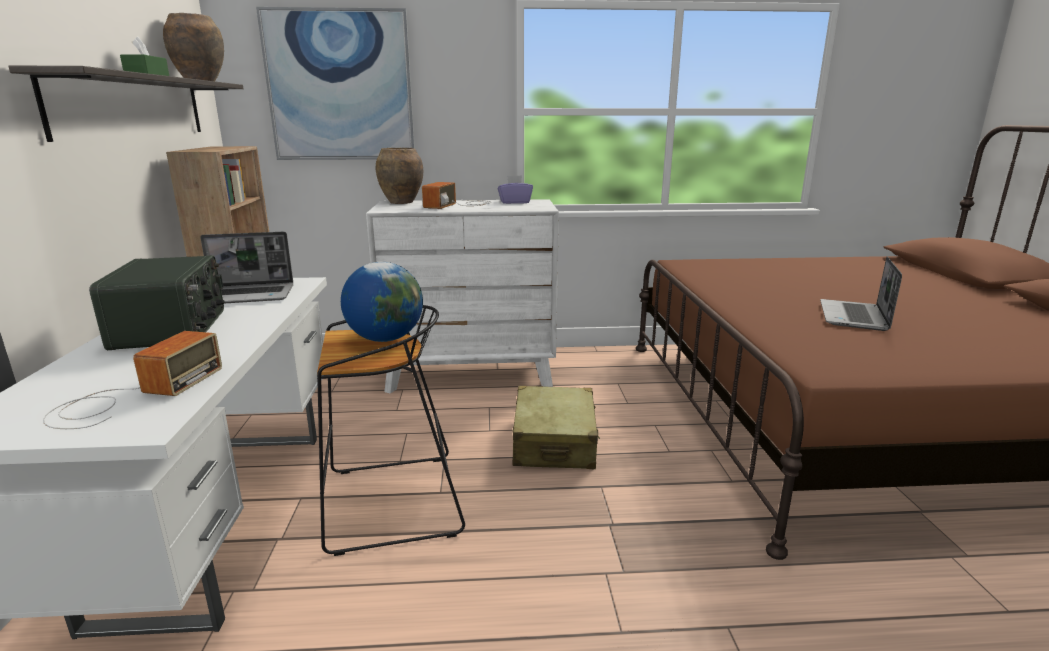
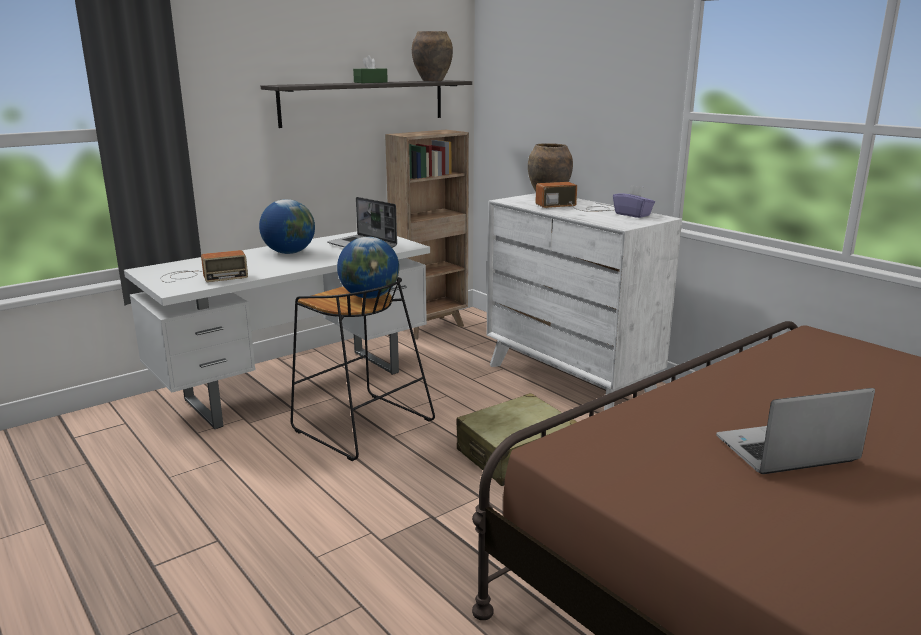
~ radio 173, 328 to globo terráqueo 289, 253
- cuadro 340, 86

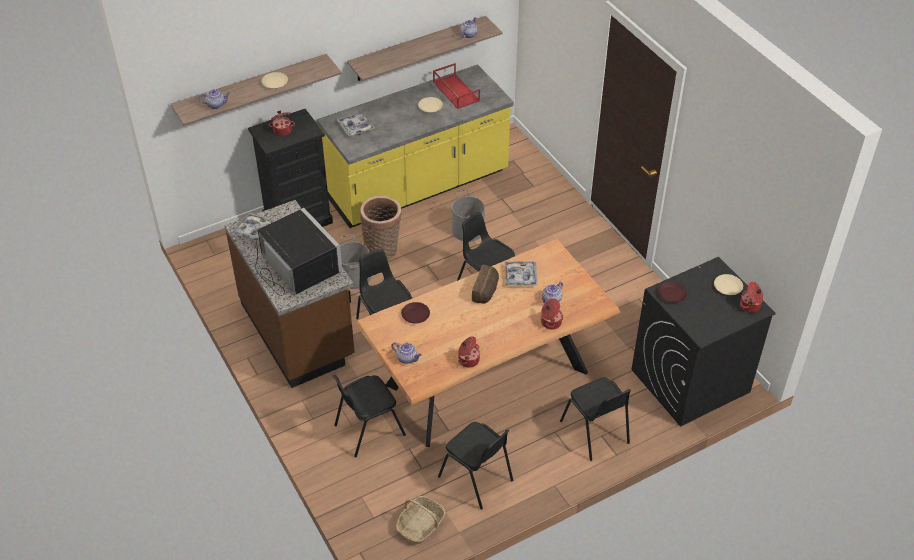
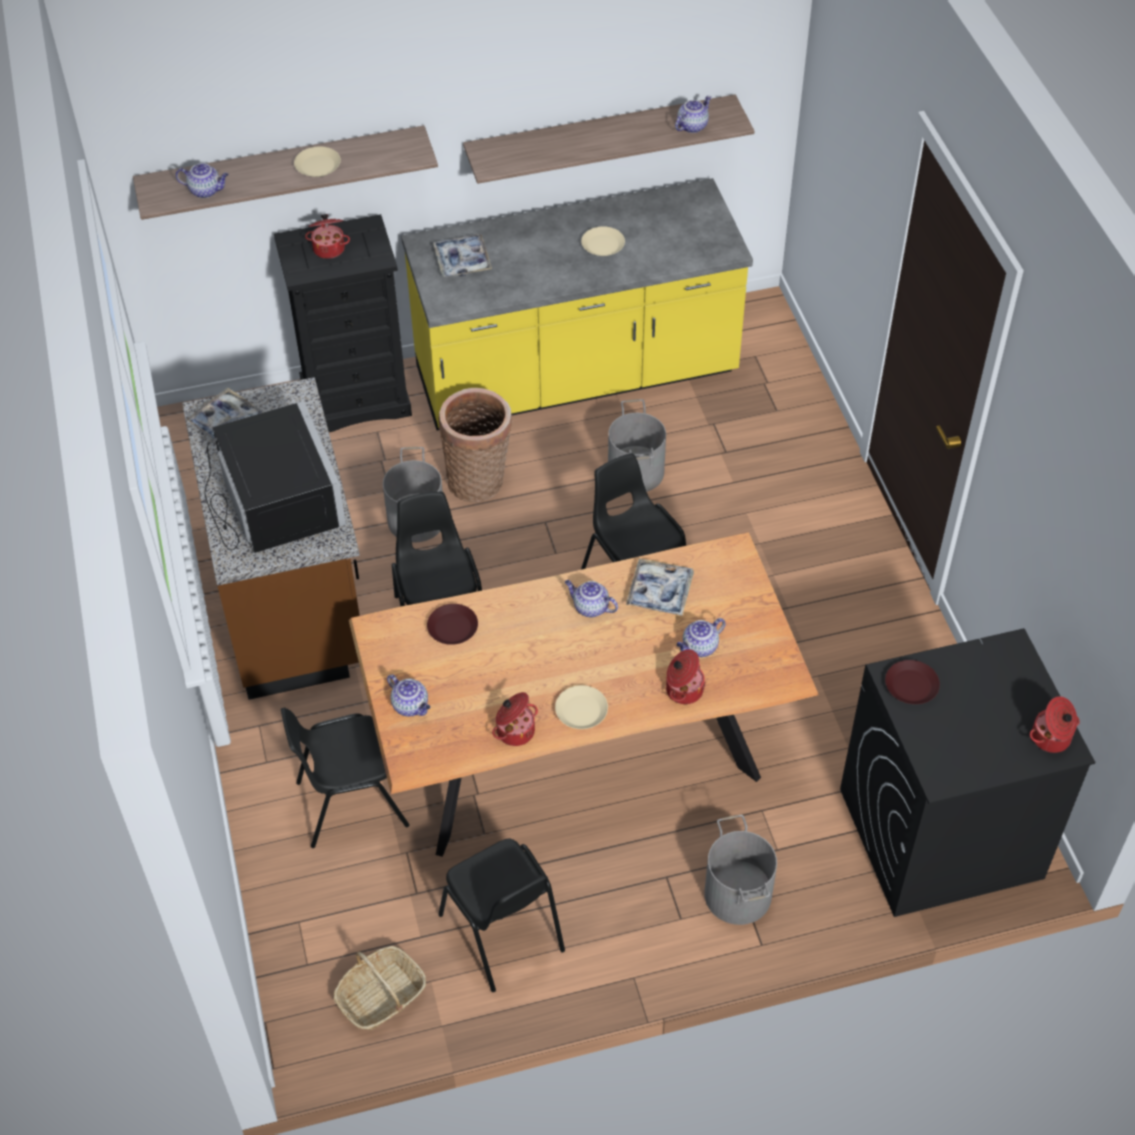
~ plato [beis] 727, 287 to 581, 711
~ pan 486, 291 to tetera 590, 607
~ silla [negro] 595, 432 to cubo [gris] 736, 894
- bandeja [rojo] 455, 91

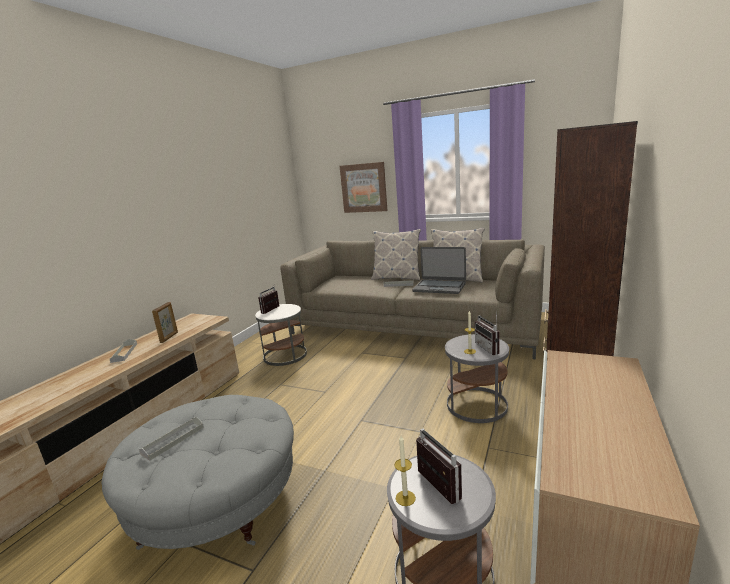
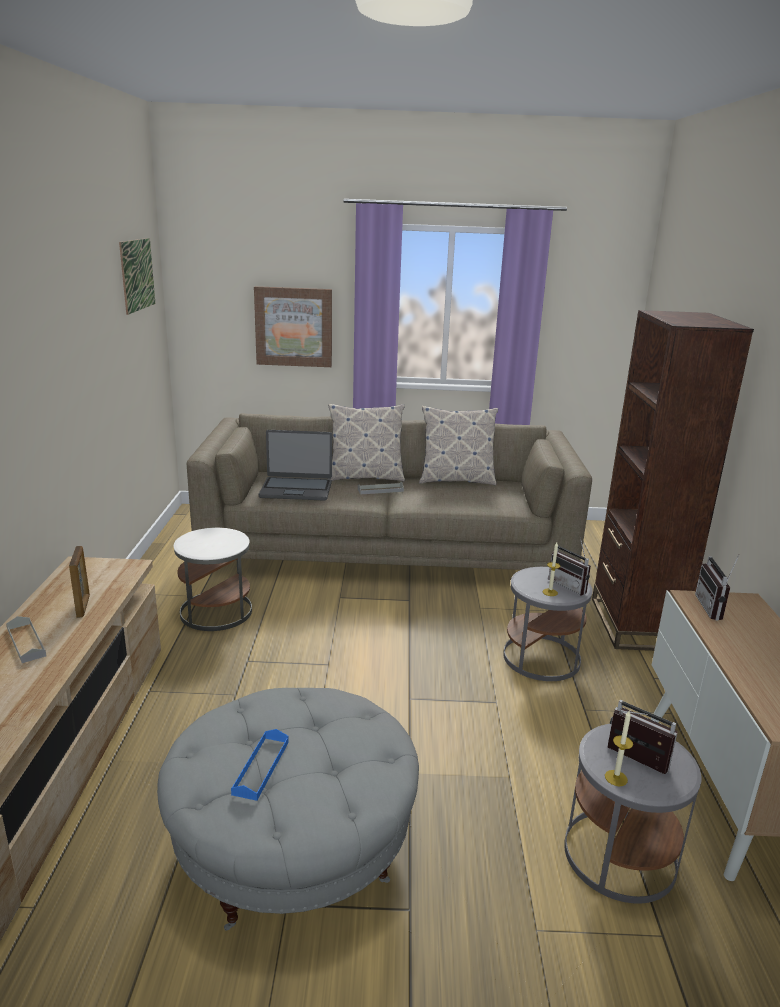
+ cuadro 137, 275
~ bandeja [gris] 173, 440 to bandeja [azul] 261, 767
~ portátil 439, 287 to 296, 489
~ radio 272, 310 to 714, 609

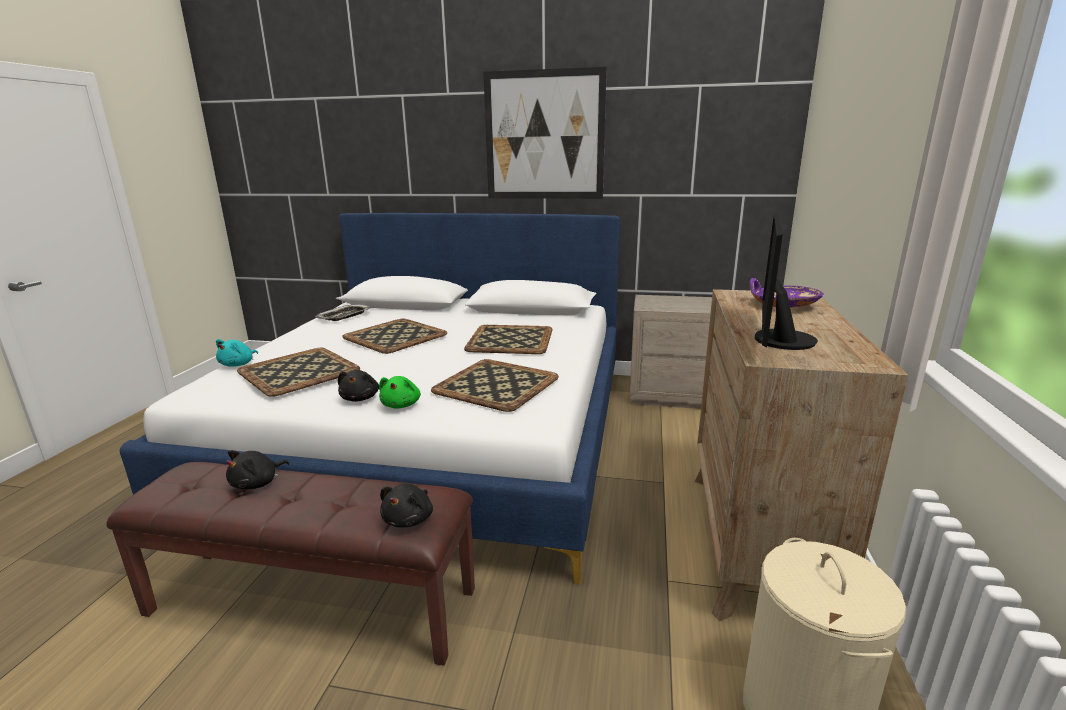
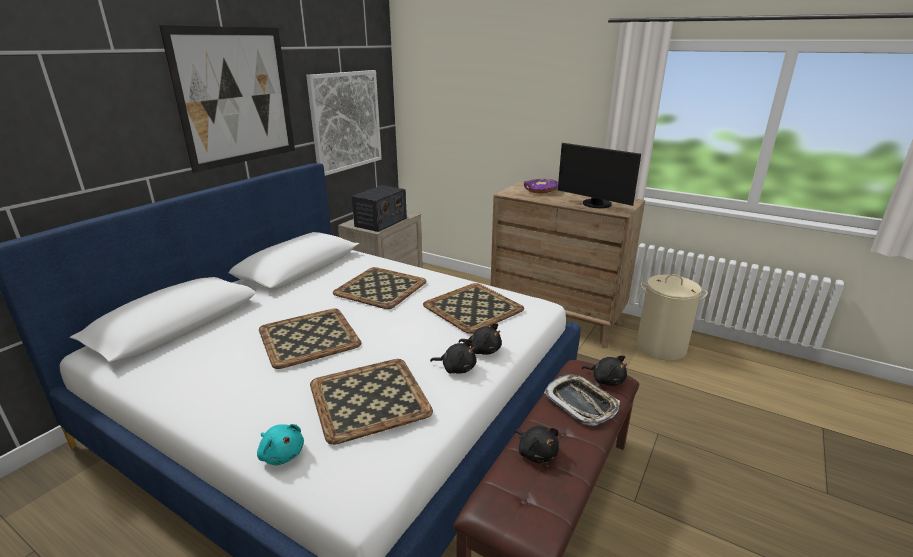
+ cuadro 346, 121
+ radio 380, 222
~ peluche [verde] 401, 405 to peluche [negro] 483, 350
~ bandeja 344, 316 to 581, 403

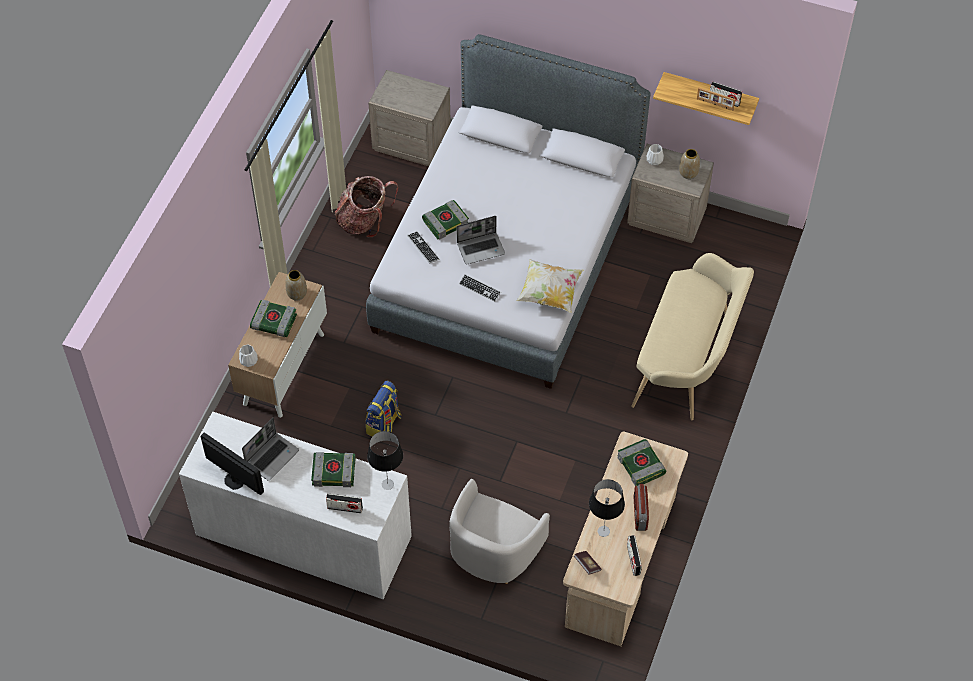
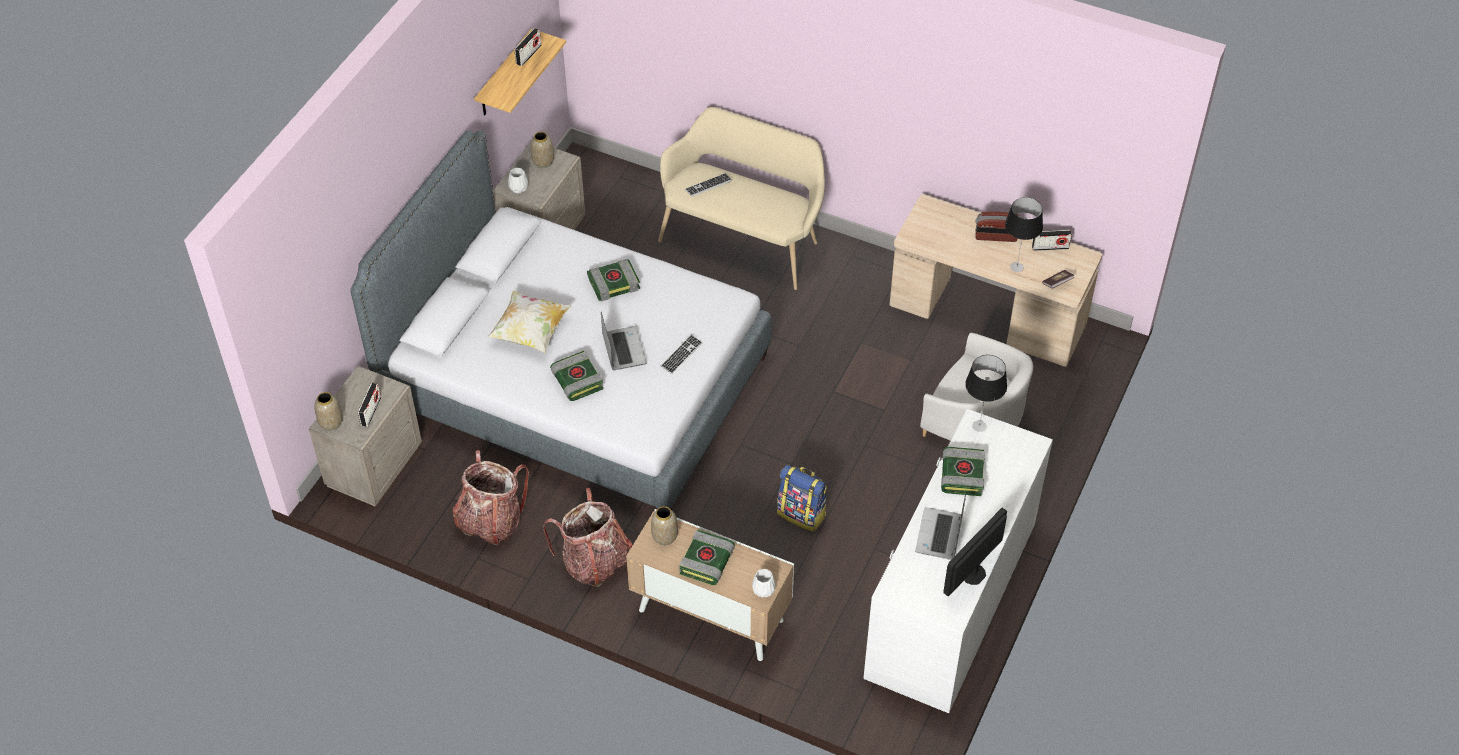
+ florero 331, 422
~ radio 345, 508 to 371, 411
~ cojín 549, 293 to 530, 332
+ mochila 595, 562
~ libro 641, 466 to 614, 283
~ teclado 423, 248 to 708, 185
~ portátil 272, 456 = 940, 535 120 degrees counterclockwise
- portarretratos 715, 104

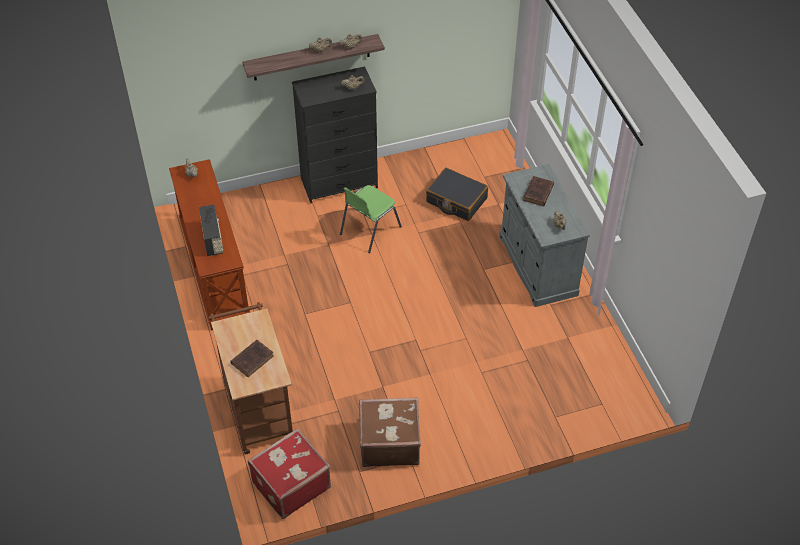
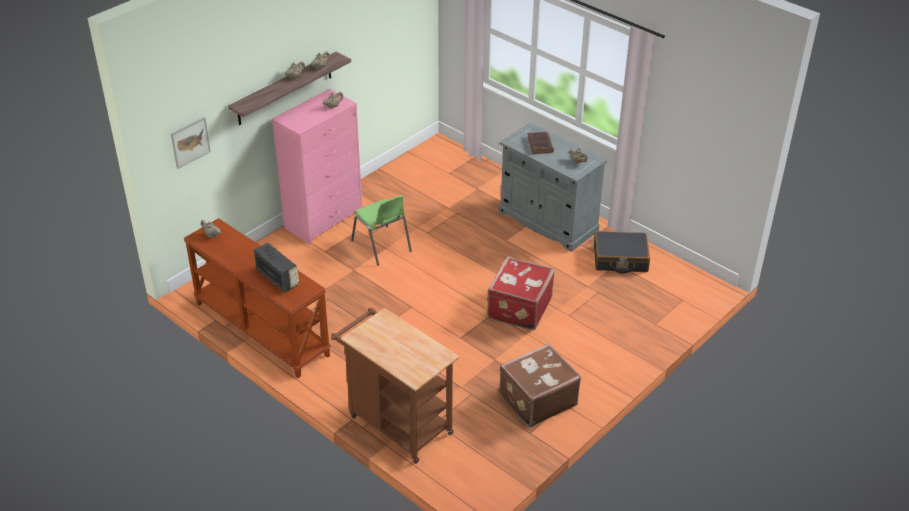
+ cuadro 190, 142
~ cómoda [negro] 340, 182 to cómoda [rosa] 324, 219
~ silla [verde] 369, 230 = 382, 246 45 degrees counterclockwise
~ maleta [rojo] 290, 484 to 518, 308
~ maleta [negro] 456, 200 to 620, 259
- libro [marrón] 253, 359

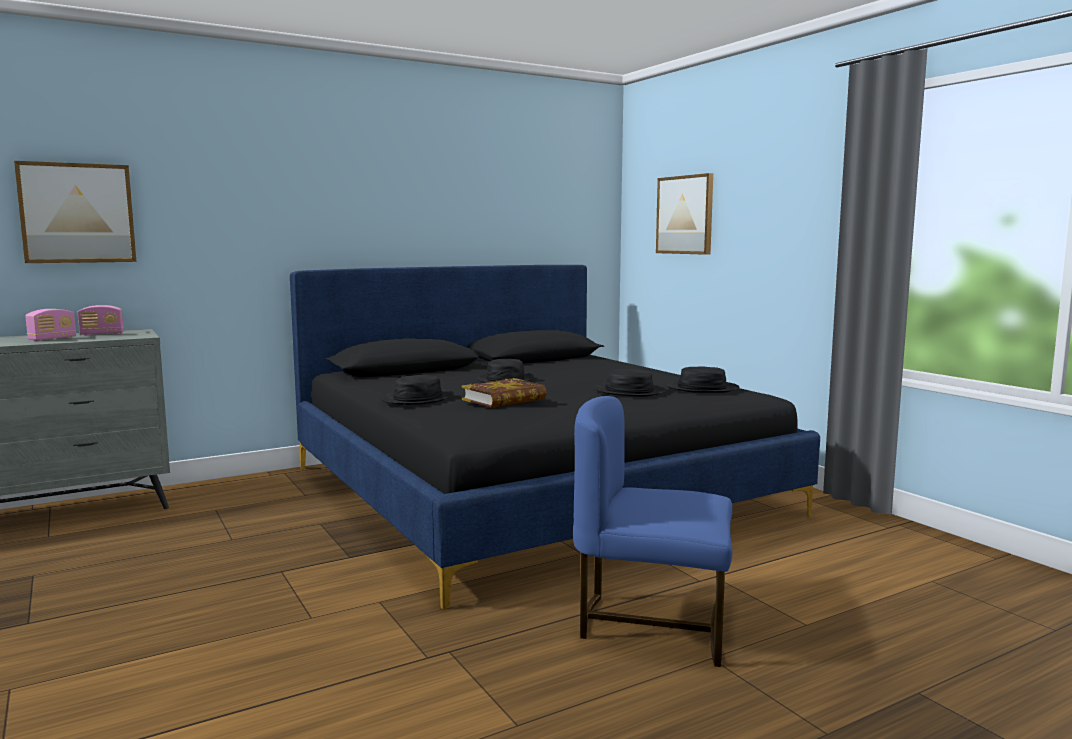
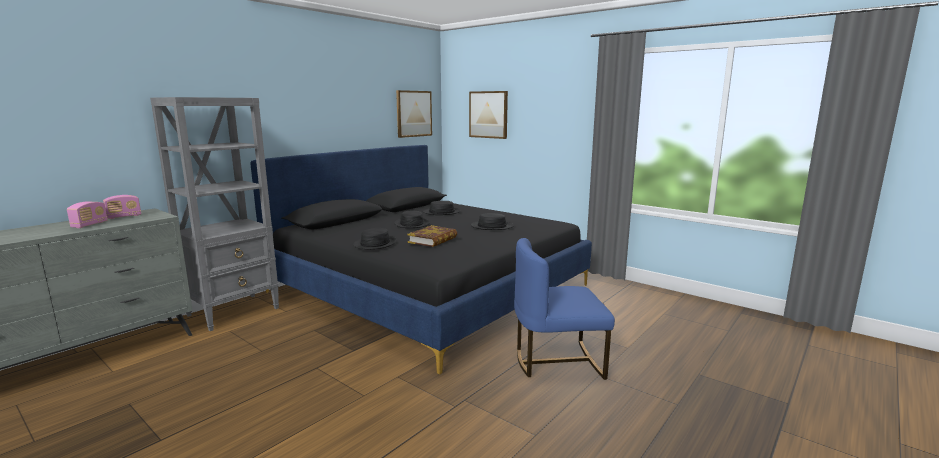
+ estantería [gris] 234, 311
~ cuadro 77, 213 to 413, 113
~ sombrero [negro] 702, 388 to 441, 212

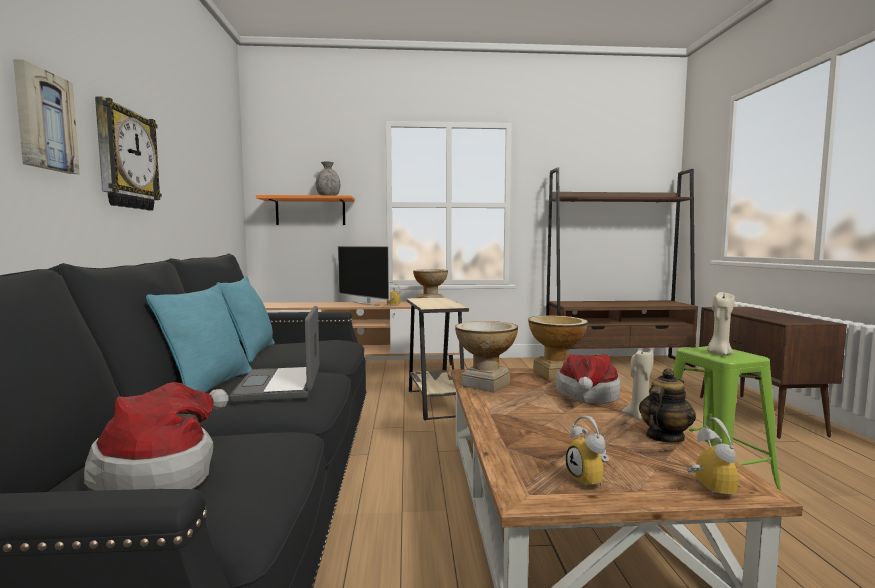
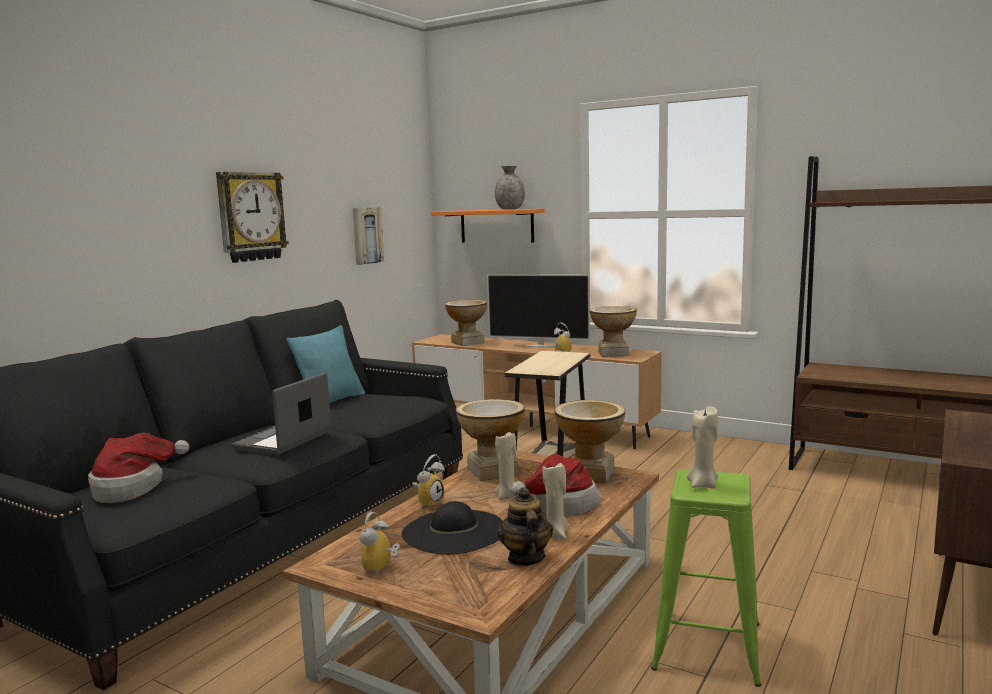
~ cuadro 44, 121 to 366, 235
+ sombrero [negro] 454, 531
~ despertador 706, 489 to 428, 502
+ florero 467, 343
~ televisor 365, 303 = 539, 346 60 degrees counterclockwise
+ vela [beis] 507, 496
~ tetera 664, 437 = 525, 558 90 degrees counterclockwise
- cojín [turquesa] 209, 386

